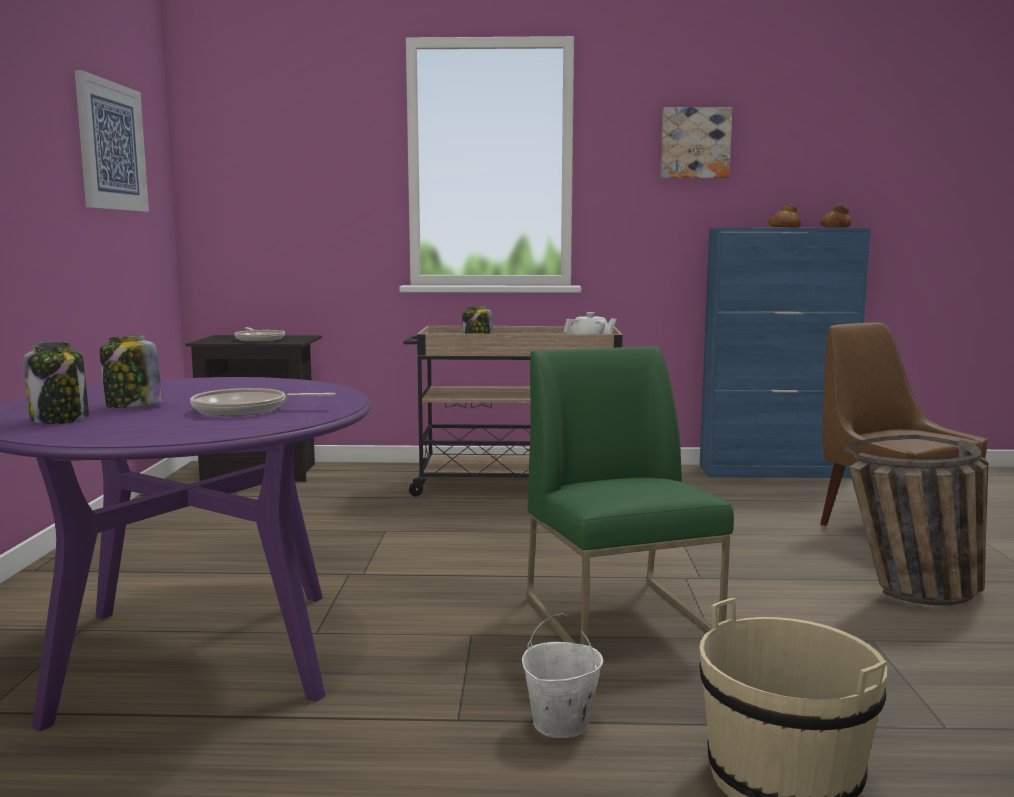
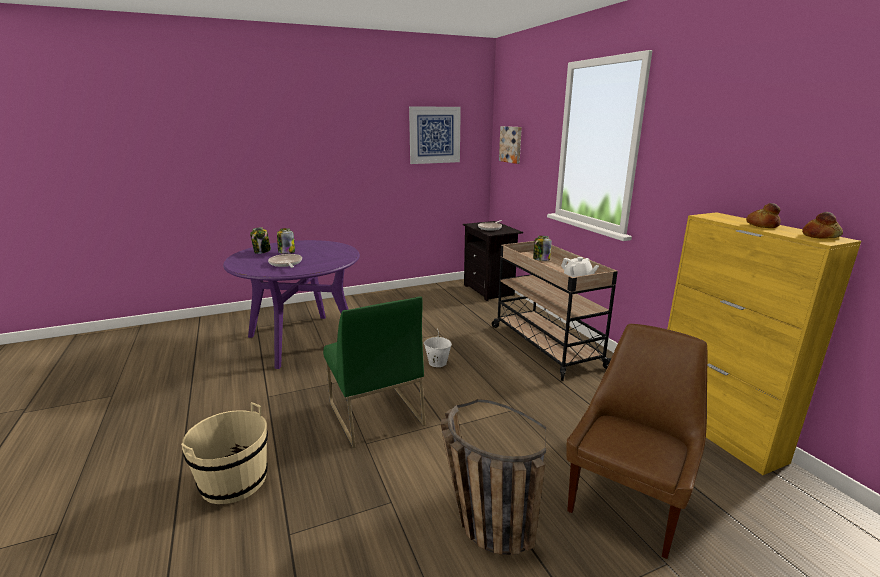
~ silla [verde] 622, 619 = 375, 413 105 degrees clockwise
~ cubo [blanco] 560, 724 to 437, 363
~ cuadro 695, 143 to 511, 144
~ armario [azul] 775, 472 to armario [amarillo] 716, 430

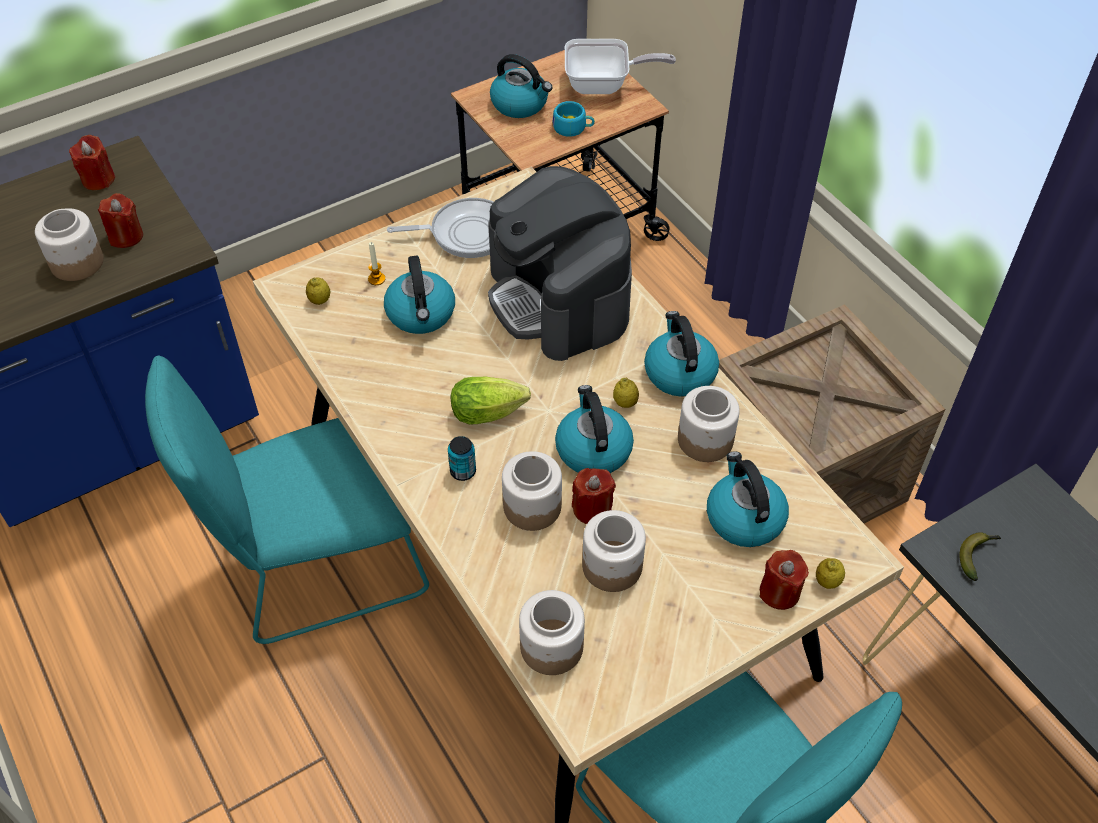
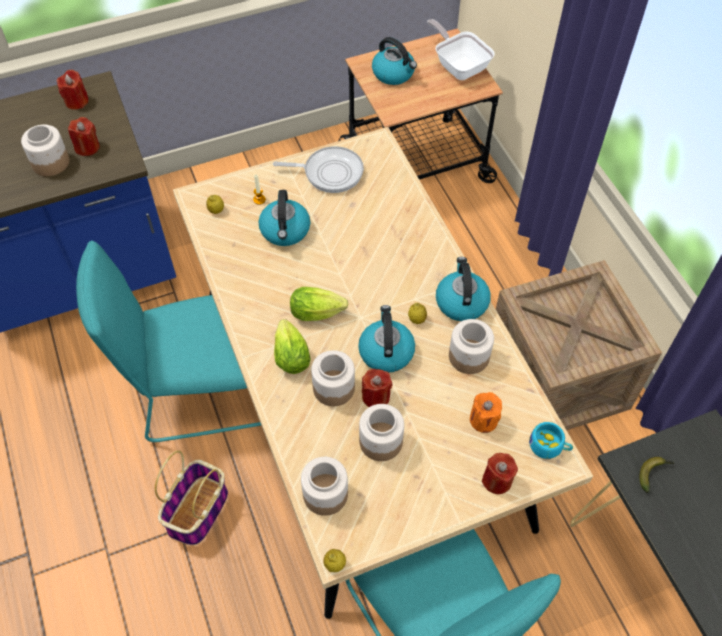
+ cesta 198, 512
~ lata 463, 471 to lechuga 290, 354
~ limón 827, 581 to 335, 564
~ sartén 604, 85 = 459, 66 135 degrees counterclockwise
~ hervidor 743, 517 to vela [naranja] 483, 420
~ taza [turquesa] 573, 128 to 549, 446
- cafetera 559, 299

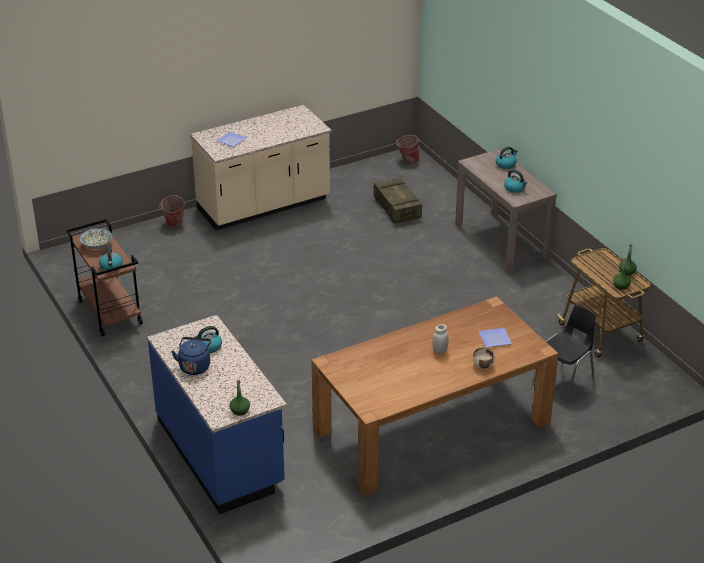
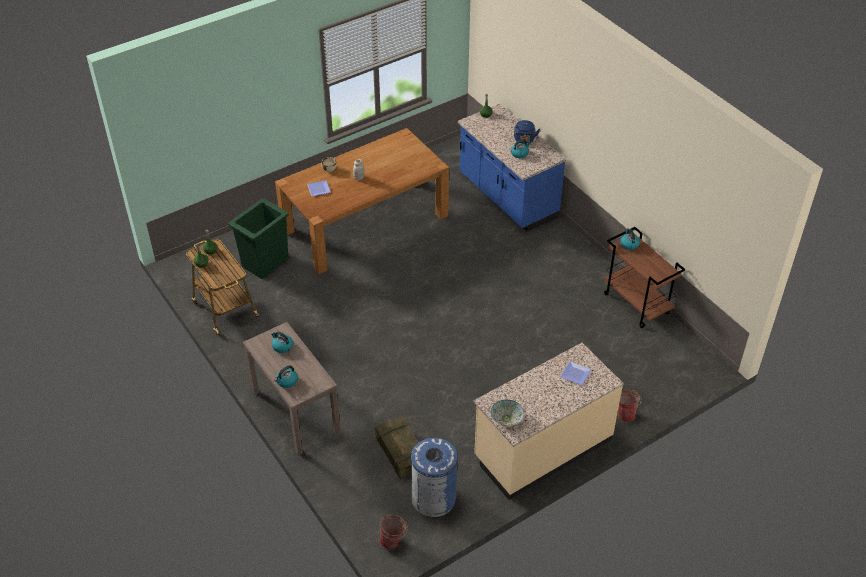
~ silla [negro] 564, 382 to papelera [verde] 264, 263
+ papelera [azul] 434, 498
~ cuenco 97, 245 to 506, 418

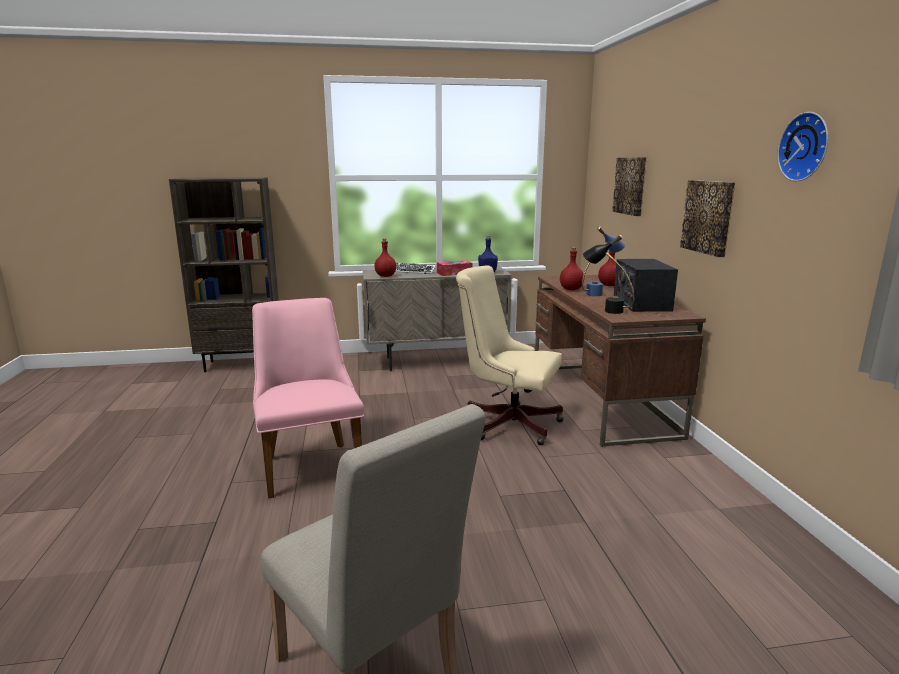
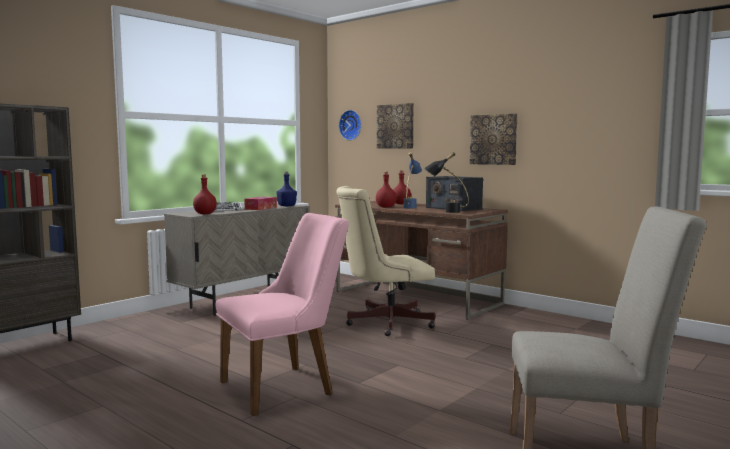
~ silla [rosa] 310, 463 = 286, 386 120 degrees clockwise
~ reloj de pared 806, 147 to 351, 125

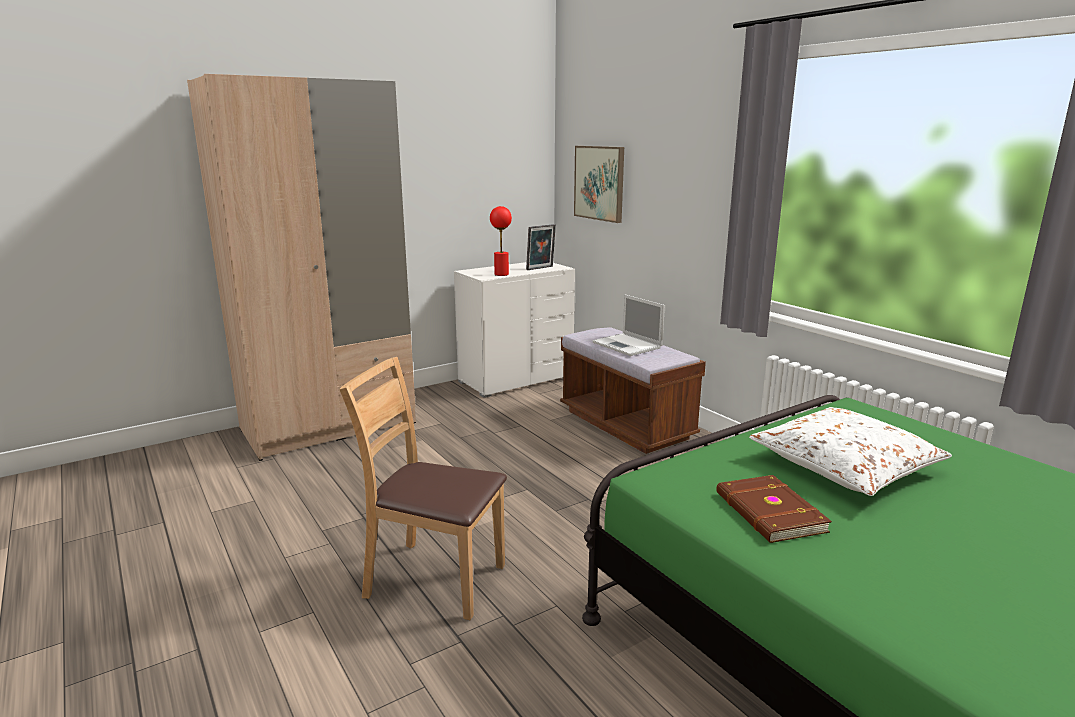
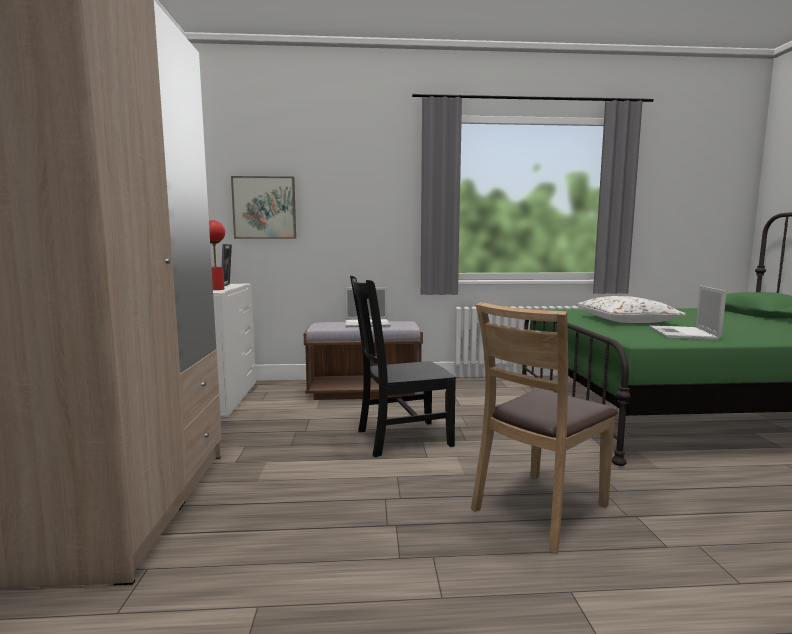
+ silla [negro] 400, 438
~ libro [marrón] 768, 513 to portátil 683, 334

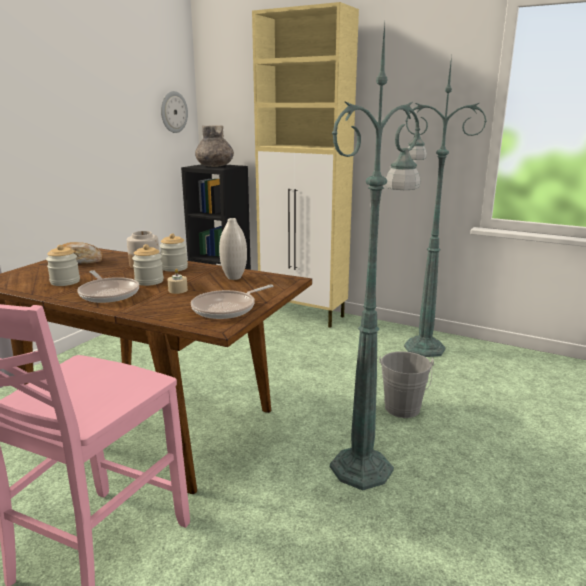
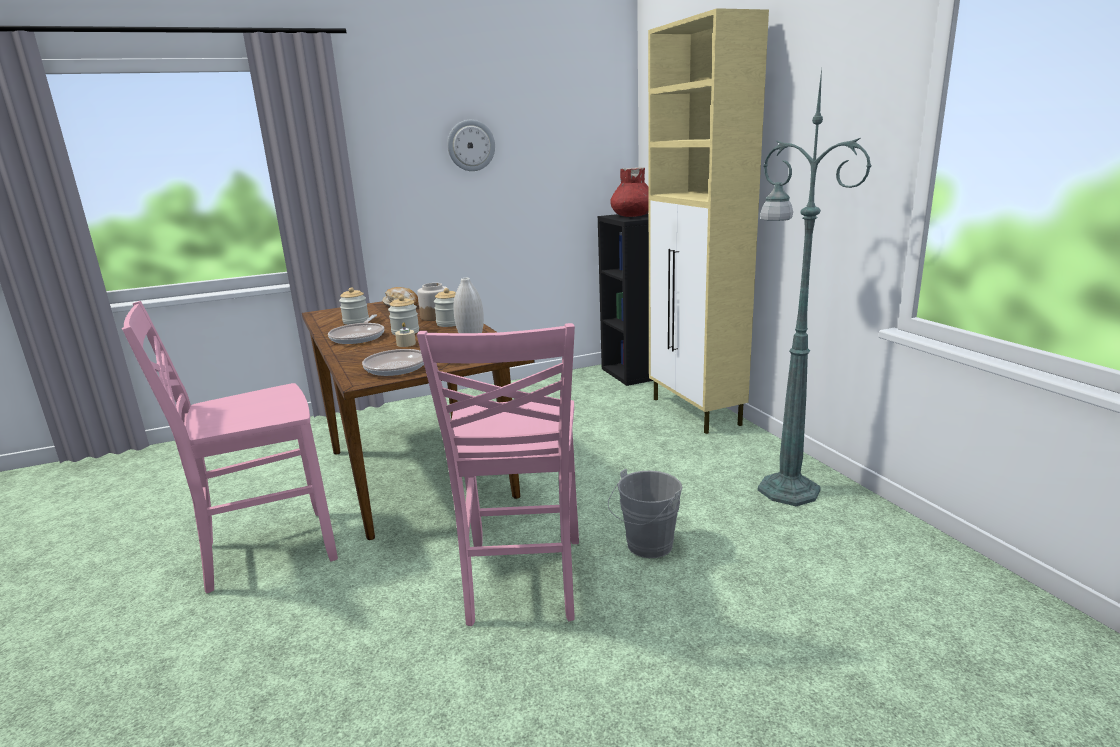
~ lámpara de pie [verde] 364, 467 to silla [rosa] 522, 582
~ reloj de pared 173, 112 to 471, 145
~ florero [gris] 215, 166 to florero [rojo] 633, 216

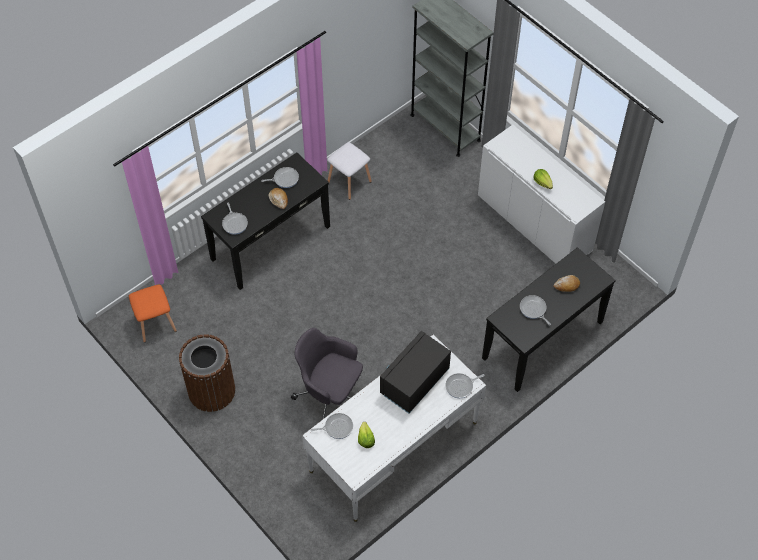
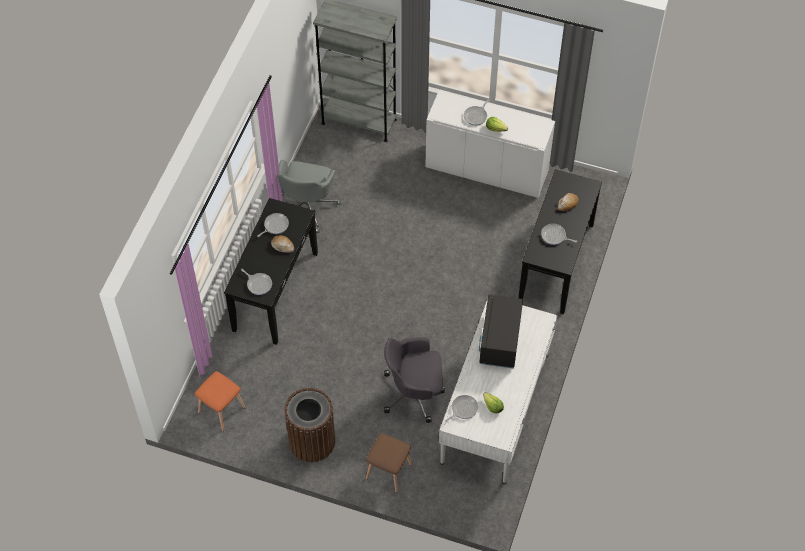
~ taburete [blanco] 348, 182 to silla de oficina [gris] 307, 206
+ taburete [marrón] 388, 471
~ sartén 461, 386 to 476, 116

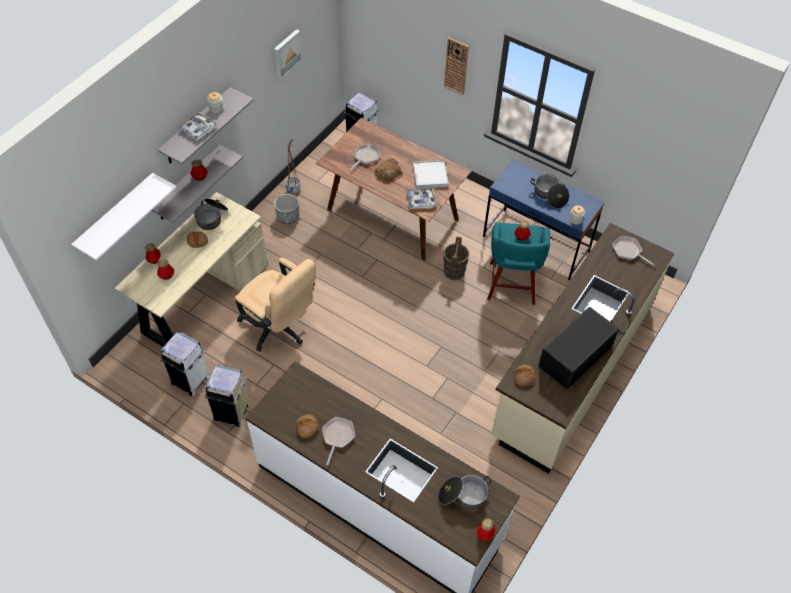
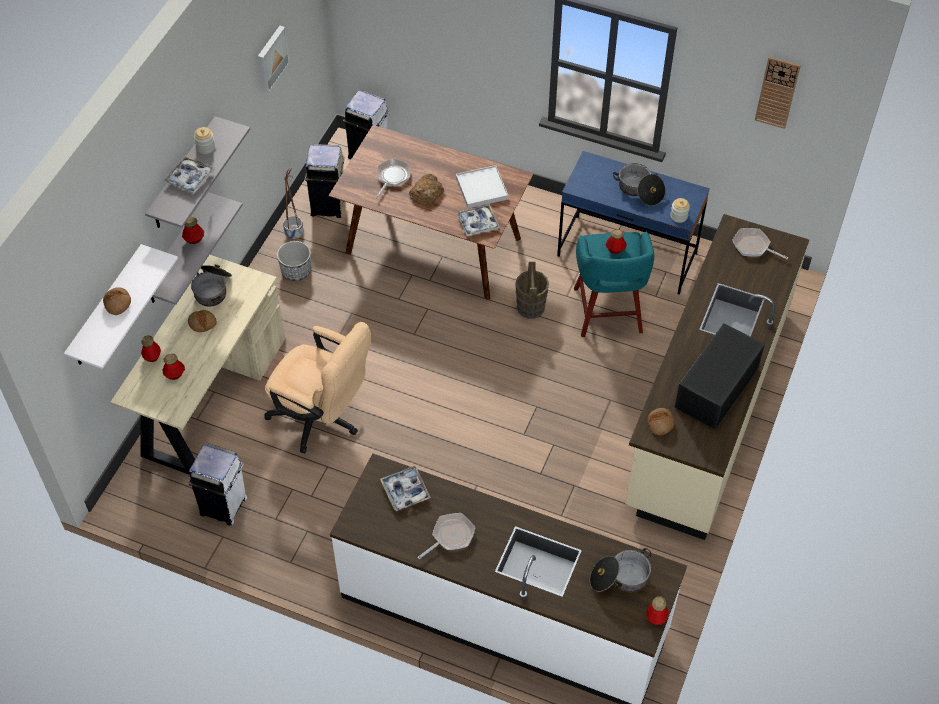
~ pan 307, 427 to 117, 303
~ papelera [beis] 232, 412 to 328, 205
+ bandeja 405, 491
~ sartén 337, 437 = 450, 536 45 degrees clockwise
~ reloj de pared 456, 66 to 777, 92

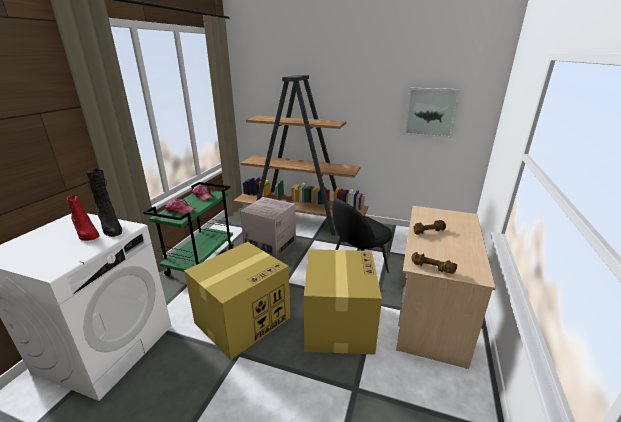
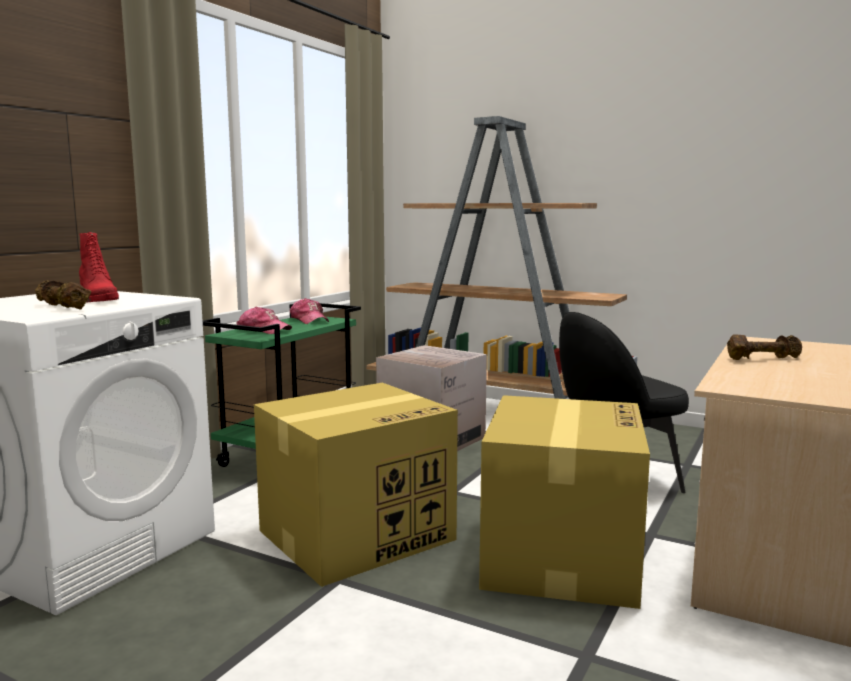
~ mancuerna [marrón] 432, 268 to 63, 307
- bota [negro] 111, 228
- cuadro 430, 112

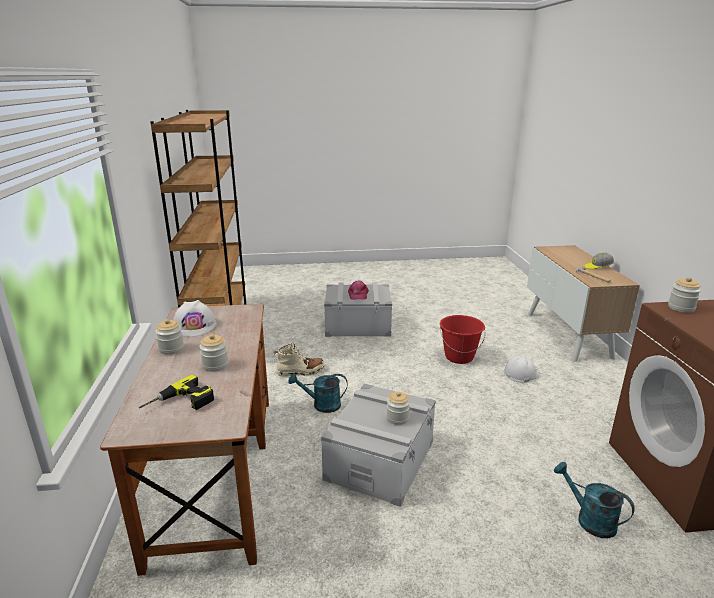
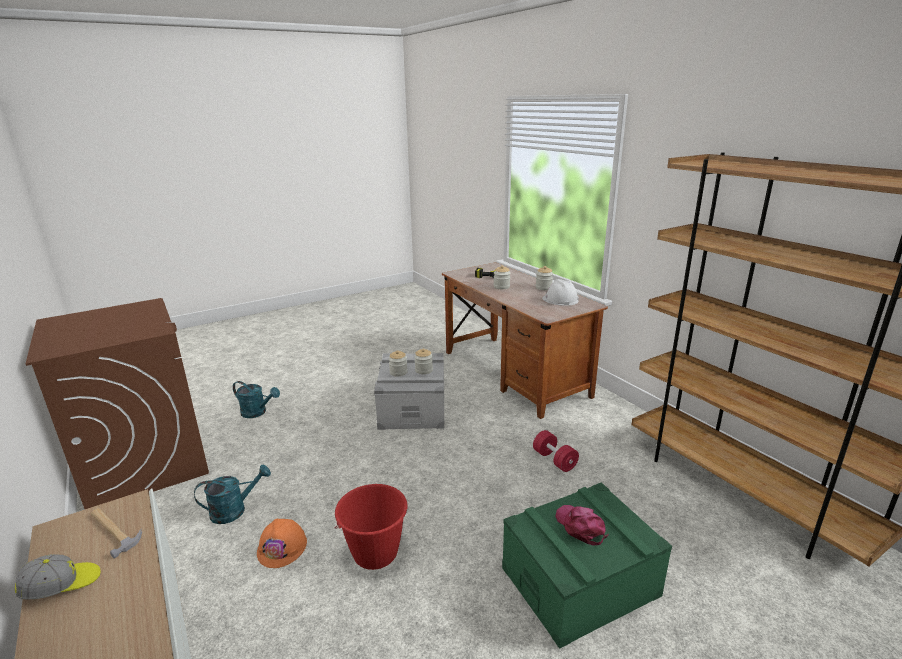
~ regadera [turquesa] 321, 405 to 234, 510
~ casco [blanco] 520, 373 to casco [naranja] 282, 547
~ tarro 681, 308 to 424, 370
~ caja de almacenaje [gris] 358, 324 to caja de almacenaje [verde] 579, 582
~ bota [beis] 301, 371 to mancuerna [rojo] 554, 460

